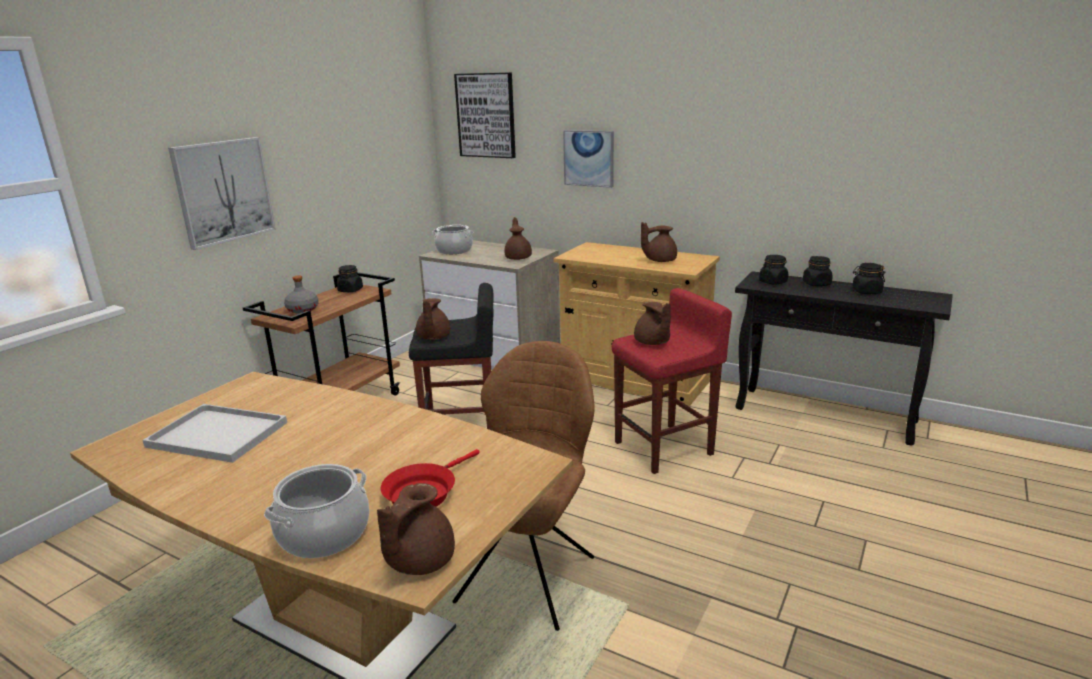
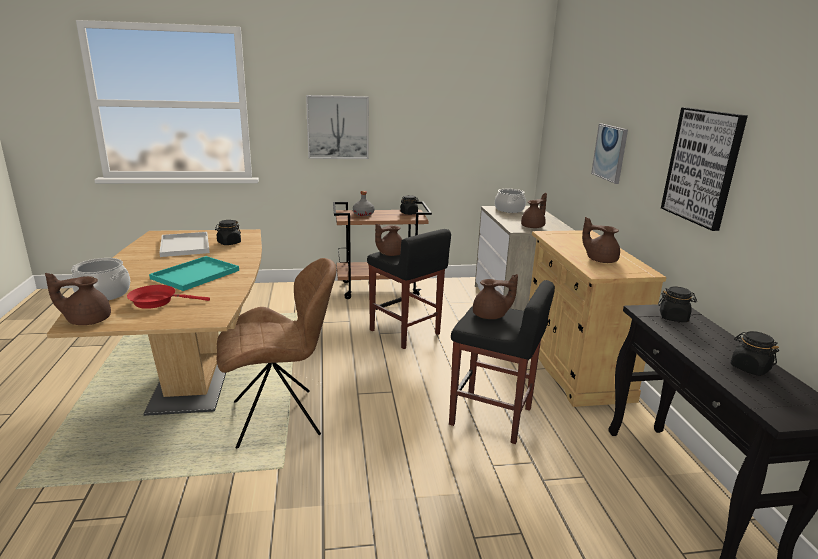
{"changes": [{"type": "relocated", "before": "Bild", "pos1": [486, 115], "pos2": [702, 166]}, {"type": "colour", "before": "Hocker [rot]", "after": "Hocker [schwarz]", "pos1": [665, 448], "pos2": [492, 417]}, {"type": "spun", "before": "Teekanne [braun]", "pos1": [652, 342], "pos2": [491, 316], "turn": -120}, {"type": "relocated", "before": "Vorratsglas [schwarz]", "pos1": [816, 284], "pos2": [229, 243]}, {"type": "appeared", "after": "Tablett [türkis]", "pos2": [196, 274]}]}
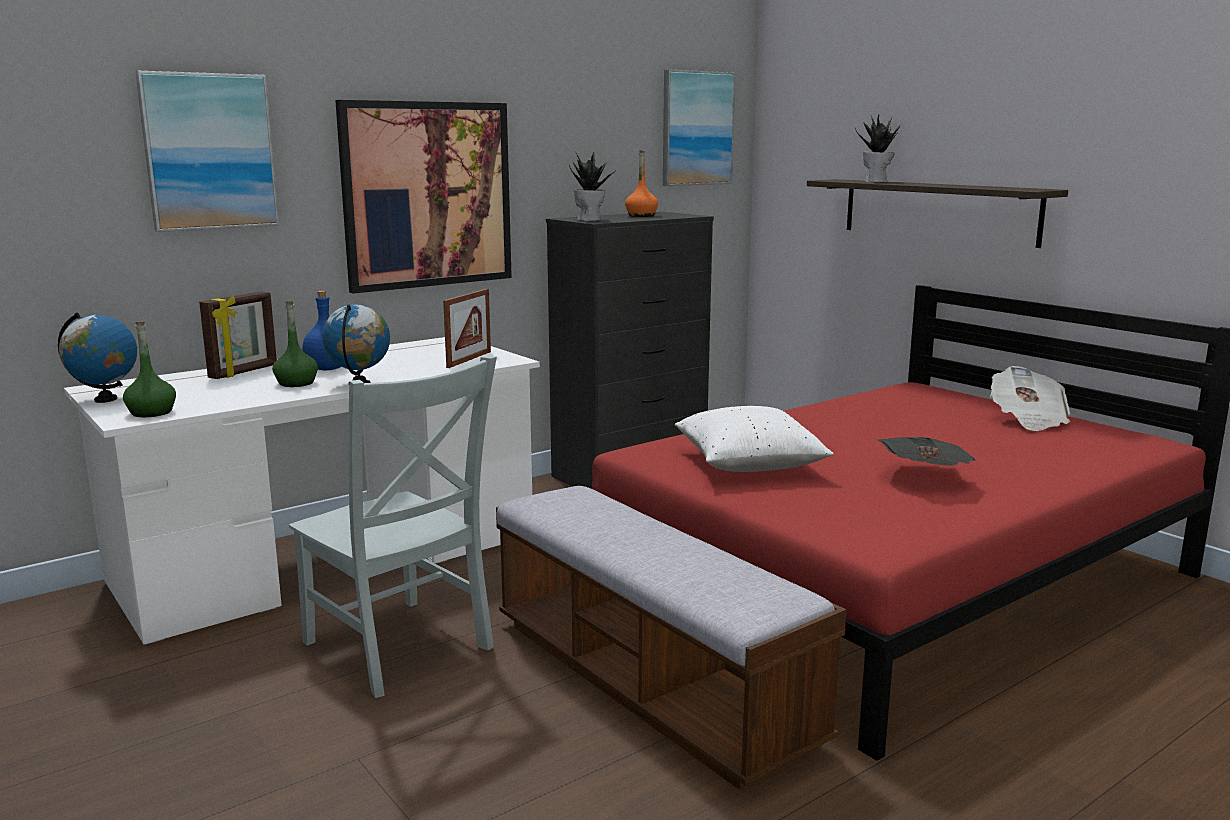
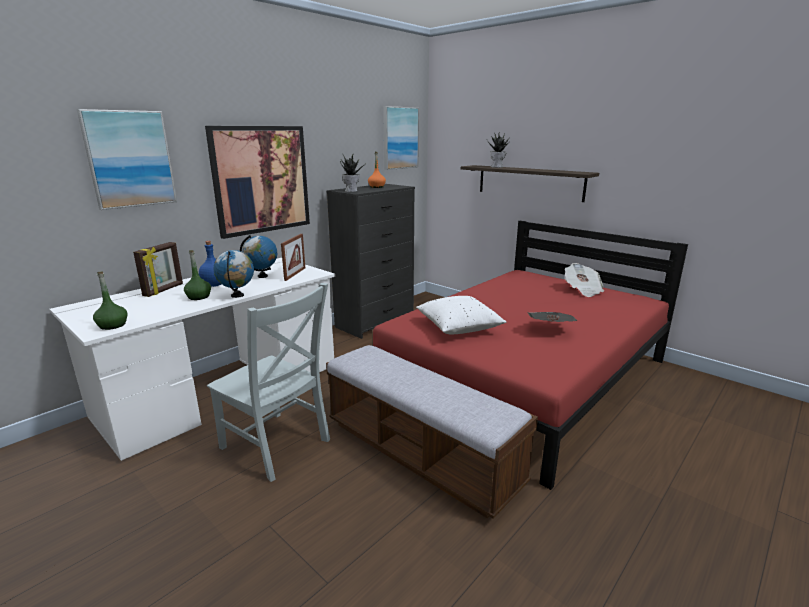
{"changes": [{"type": "relocated", "before": "Globus", "pos1": [105, 399], "pos2": [262, 276]}]}
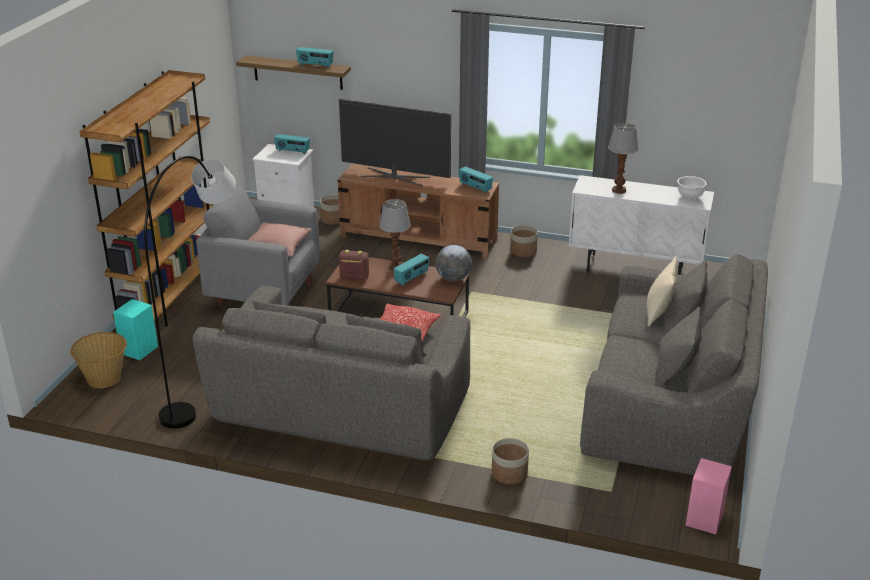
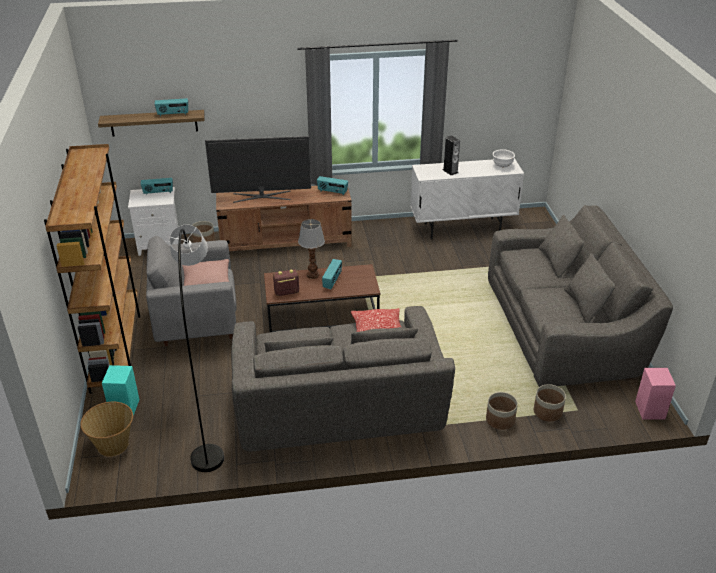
{"changes": [{"type": "missing", "before": "Globus", "pos1": [453, 278]}, {"type": "relocated", "before": "Pflanzkübel", "pos1": [523, 251], "pos2": [547, 412]}, {"type": "exchanged", "before": "Tischlampe", "after": "Lautsprecher", "pos1": [619, 190], "pos2": [450, 171]}, {"type": "missing", "before": "Kissen [beige]", "pos1": [658, 313]}]}
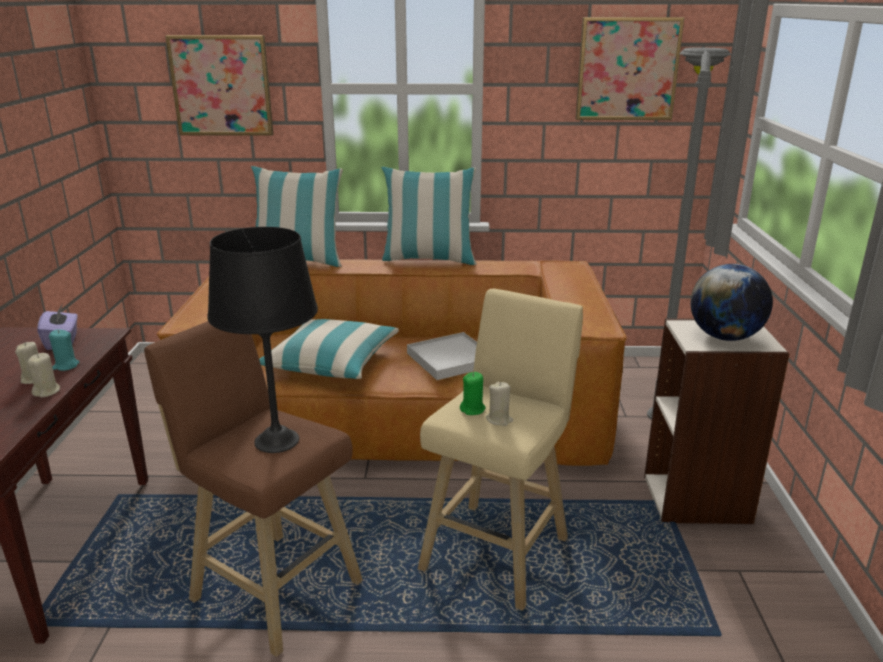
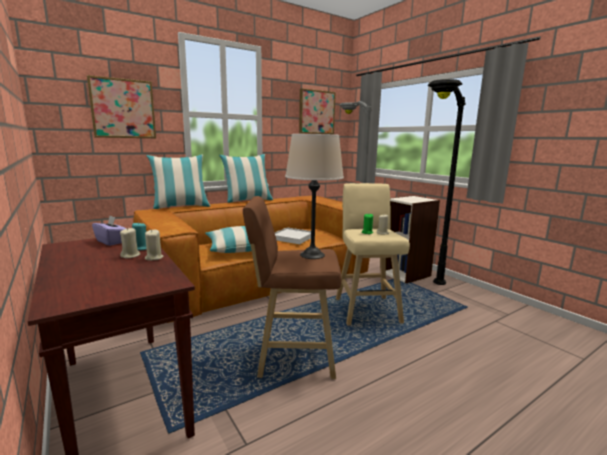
{"changes": [{"type": "colour", "before": "Tischlampe [schwarz]", "after": "Tischlampe [beige]", "pos1": [277, 440], "pos2": [312, 255]}, {"type": "missing", "before": "Globus", "pos1": [724, 337]}, {"type": "appeared", "after": "Stehlampe [schwarz]", "pos2": [426, 295]}]}
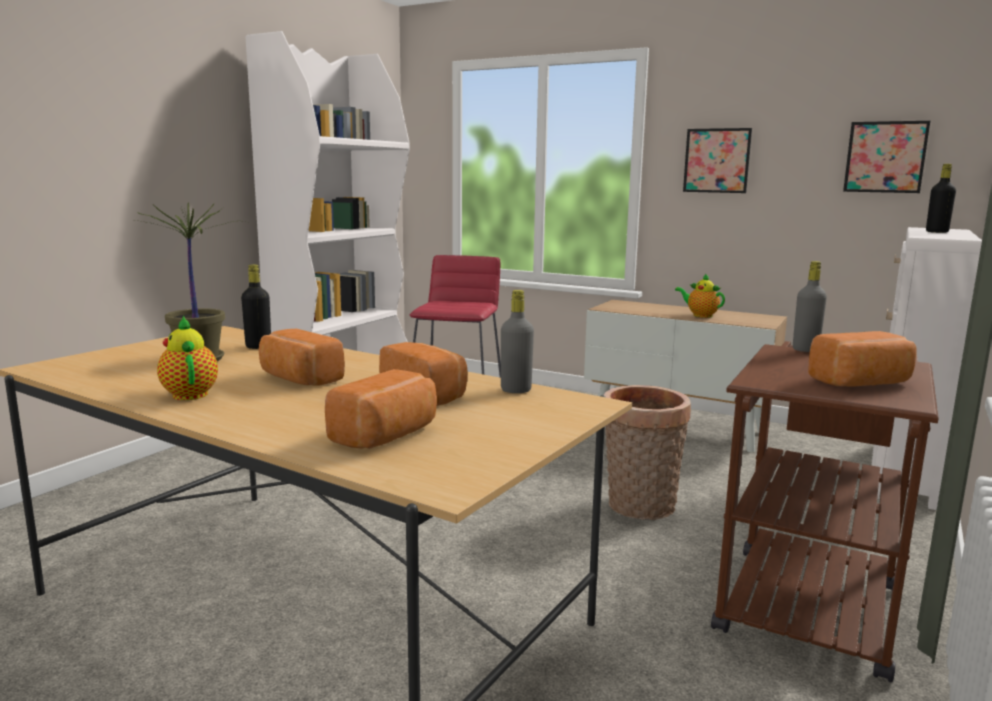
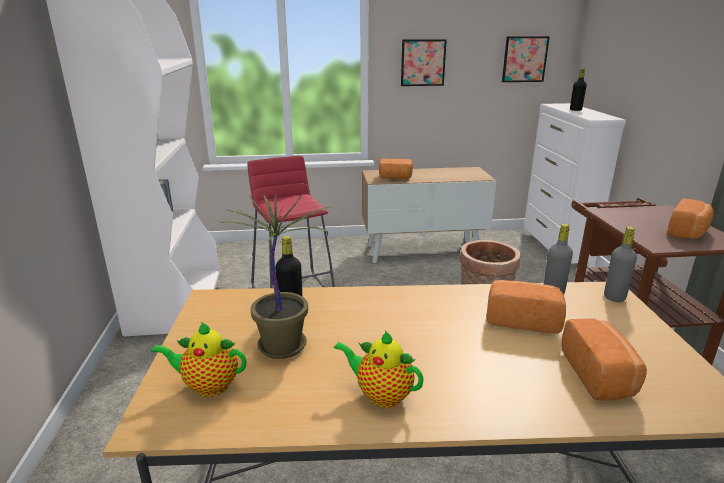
{"changes": [{"type": "relocated", "before": "Brot", "pos1": [299, 379], "pos2": [395, 178]}, {"type": "relocated", "before": "Teekanne", "pos1": [700, 315], "pos2": [208, 386]}, {"type": "relocated", "before": "Flasche [grau]", "pos1": [805, 349], "pos2": [614, 297]}]}
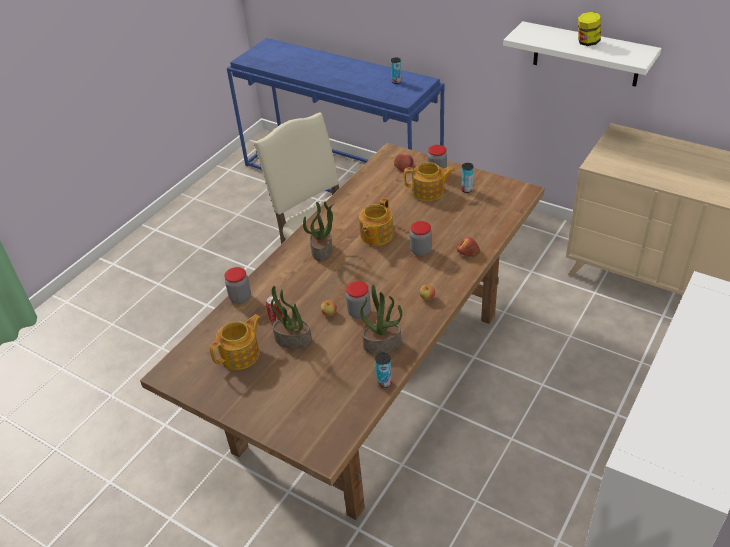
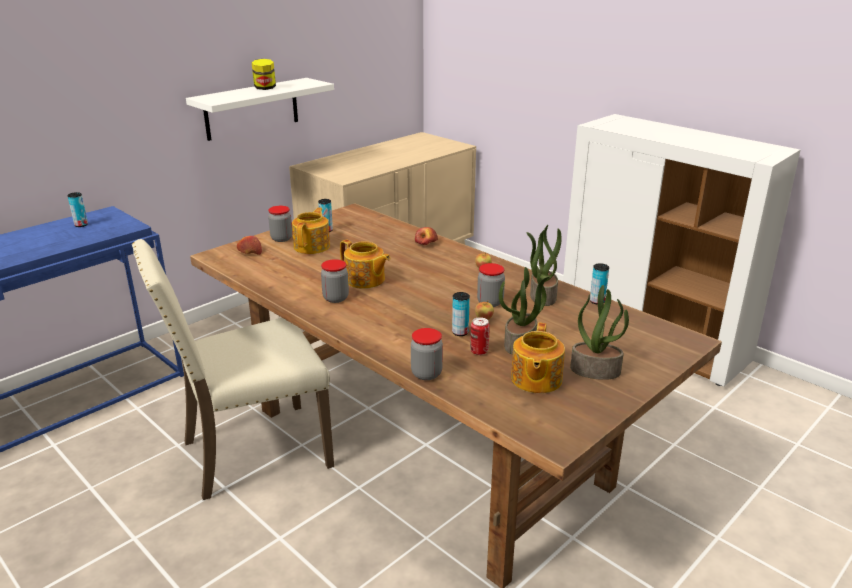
{"changes": [{"type": "spun", "before": "Teekanne", "pos1": [241, 355], "pos2": [535, 379], "turn": -135}, {"type": "relocated", "before": "Topfpflanze", "pos1": [322, 251], "pos2": [596, 370]}, {"type": "relocated", "before": "Vorratsglas", "pos1": [421, 251], "pos2": [335, 298]}, {"type": "appeared", "after": "Dose", "pos2": [460, 332]}]}
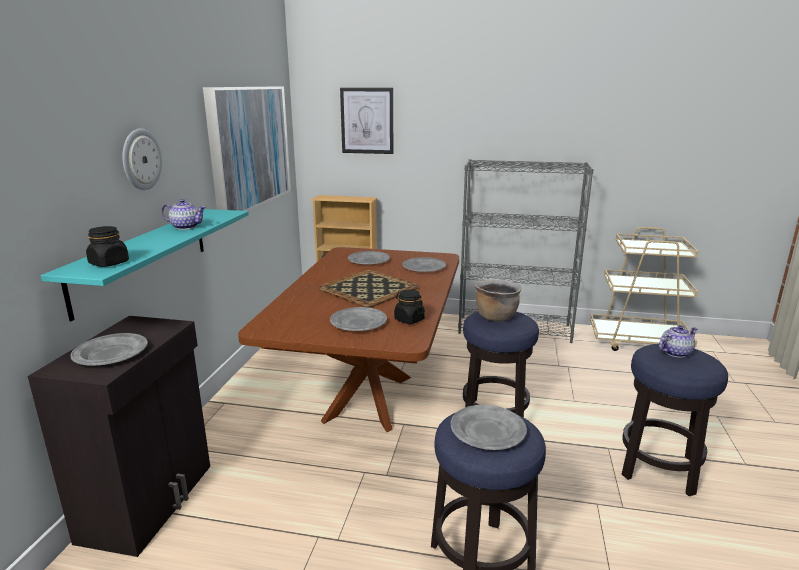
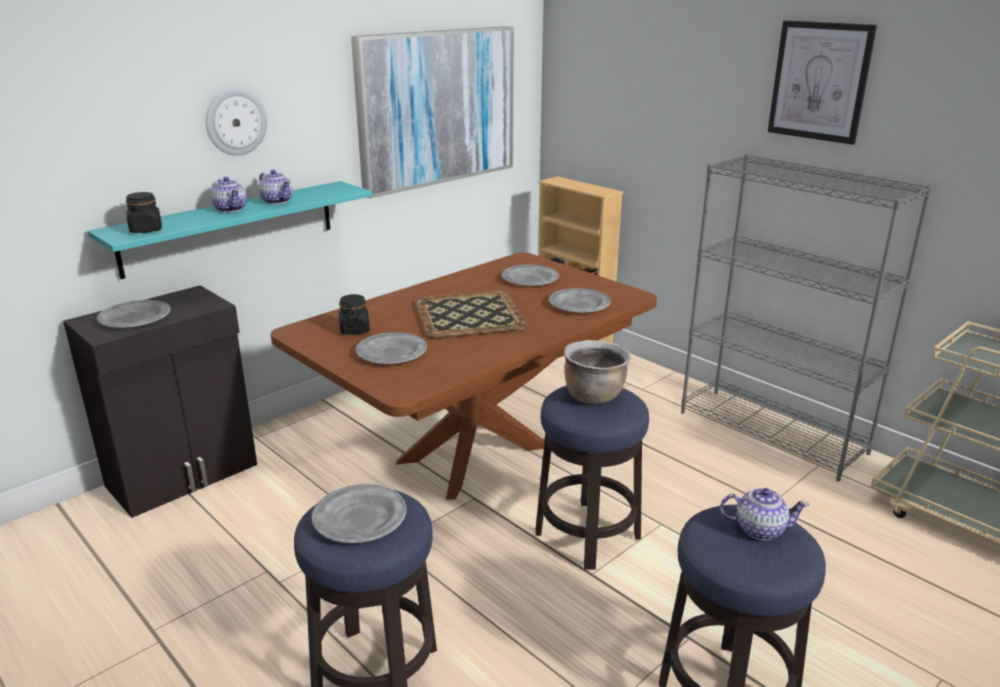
{"changes": [{"type": "relocated", "before": "Bild", "pos1": [367, 121], "pos2": [819, 81]}, {"type": "relocated", "before": "Vorratsglas [schwarz]", "pos1": [409, 319], "pos2": [354, 330]}, {"type": "appeared", "after": "Teekanne", "pos2": [231, 209]}]}
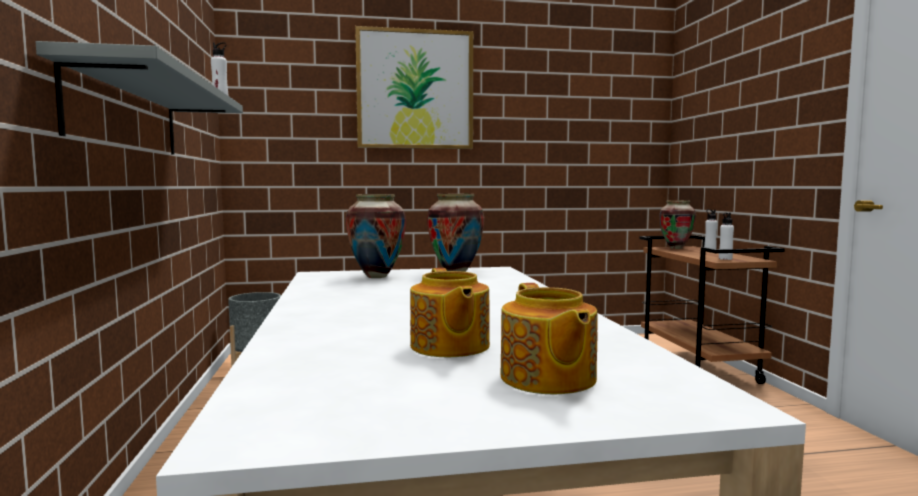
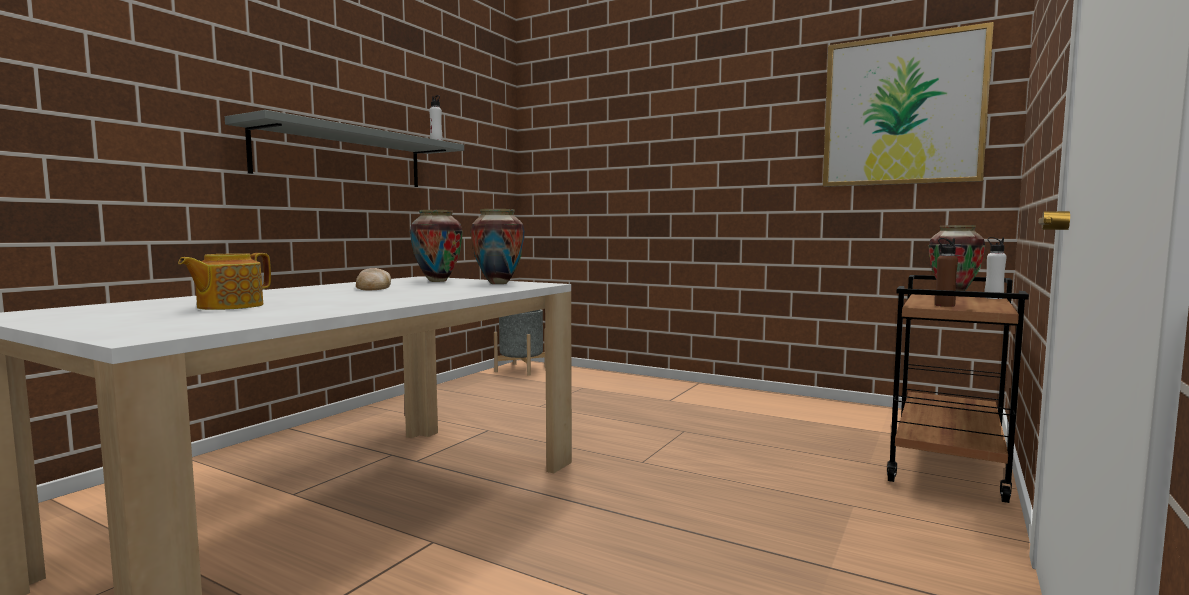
{"changes": [{"type": "relocated", "before": "Bild", "pos1": [415, 89], "pos2": [902, 111]}, {"type": "missing", "before": "Teekanne", "pos1": [547, 379]}, {"type": "colour", "before": "Flasche [weiß]", "after": "Flasche [braun]", "pos1": [725, 259], "pos2": [944, 305]}, {"type": "appeared", "after": "Brot", "pos2": [374, 286]}]}
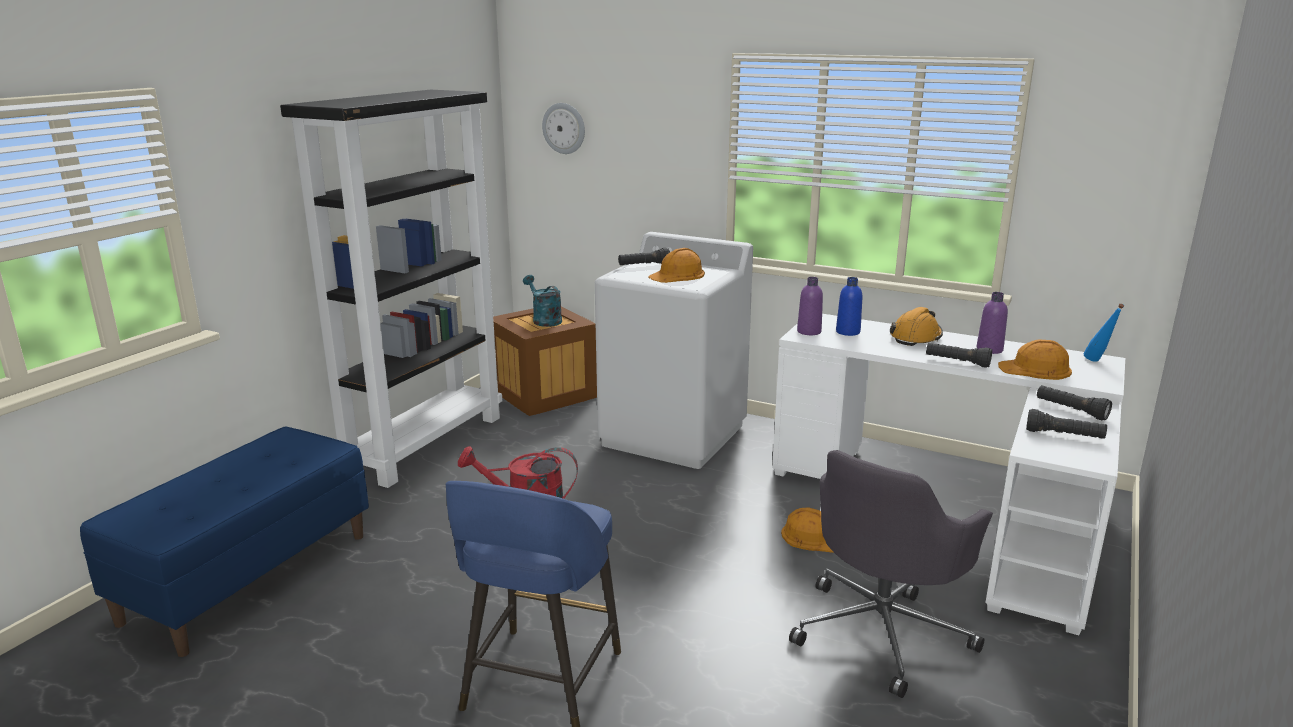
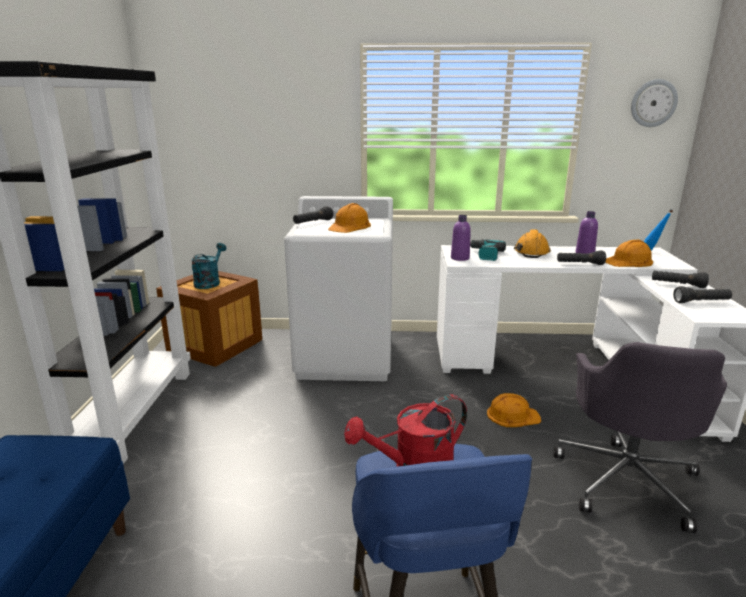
{"changes": [{"type": "spun", "before": "Gießkanne [türkis]", "pos1": [544, 320], "pos2": [209, 282], "turn": 75}, {"type": "relocated", "before": "Wanduhr", "pos1": [564, 128], "pos2": [653, 103]}, {"type": "exchanged", "before": "Flasche [blau]", "after": "Bohrmaschine", "pos1": [848, 332], "pos2": [485, 255]}]}
